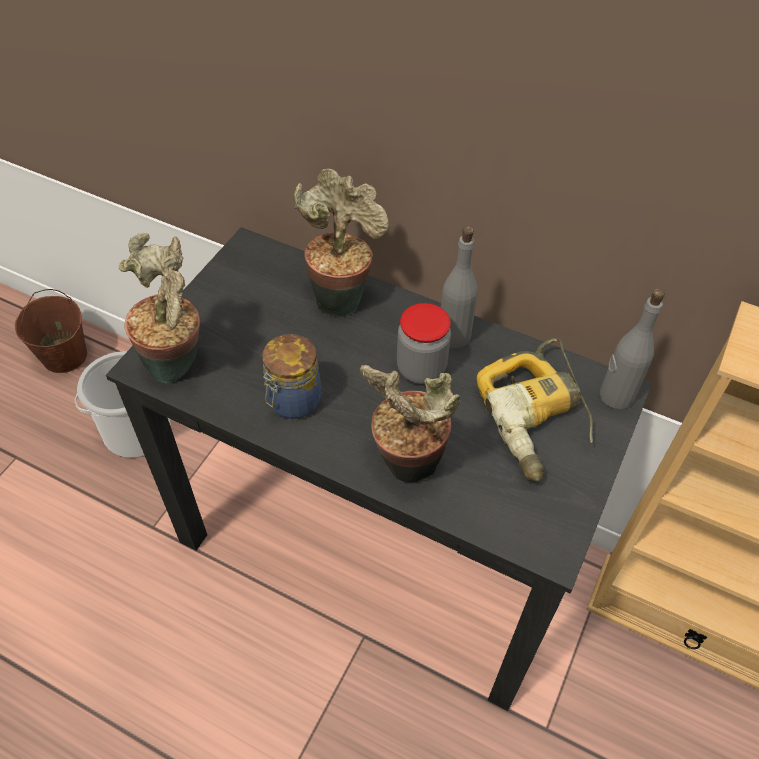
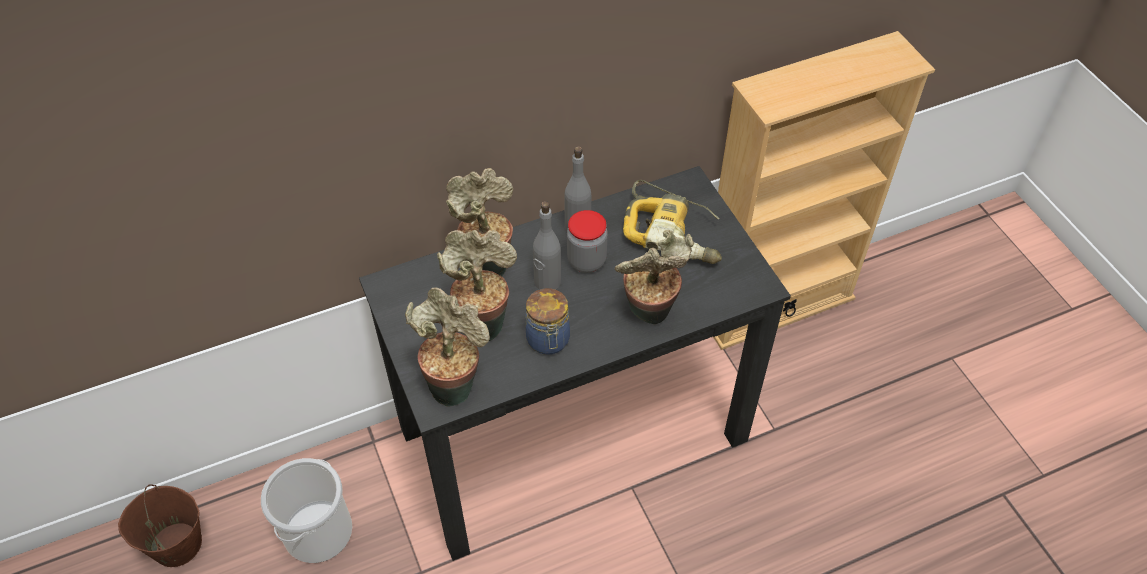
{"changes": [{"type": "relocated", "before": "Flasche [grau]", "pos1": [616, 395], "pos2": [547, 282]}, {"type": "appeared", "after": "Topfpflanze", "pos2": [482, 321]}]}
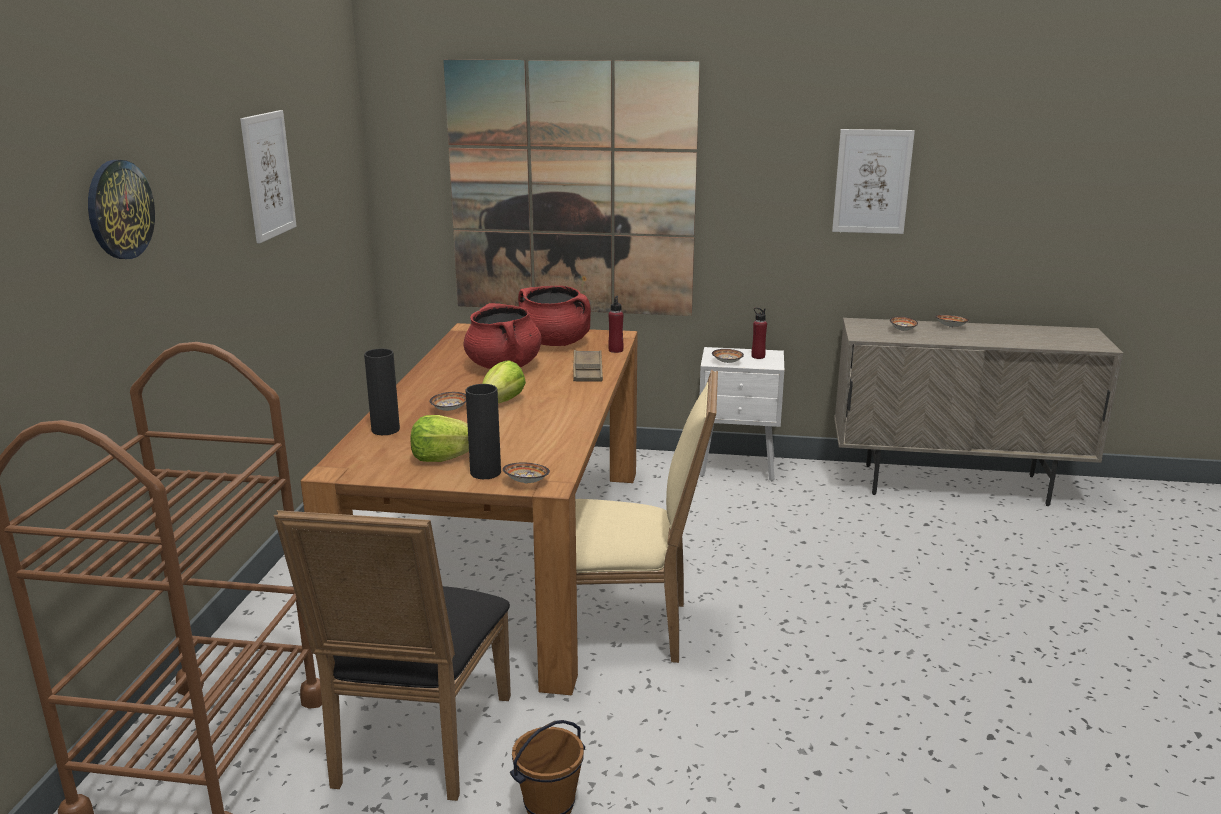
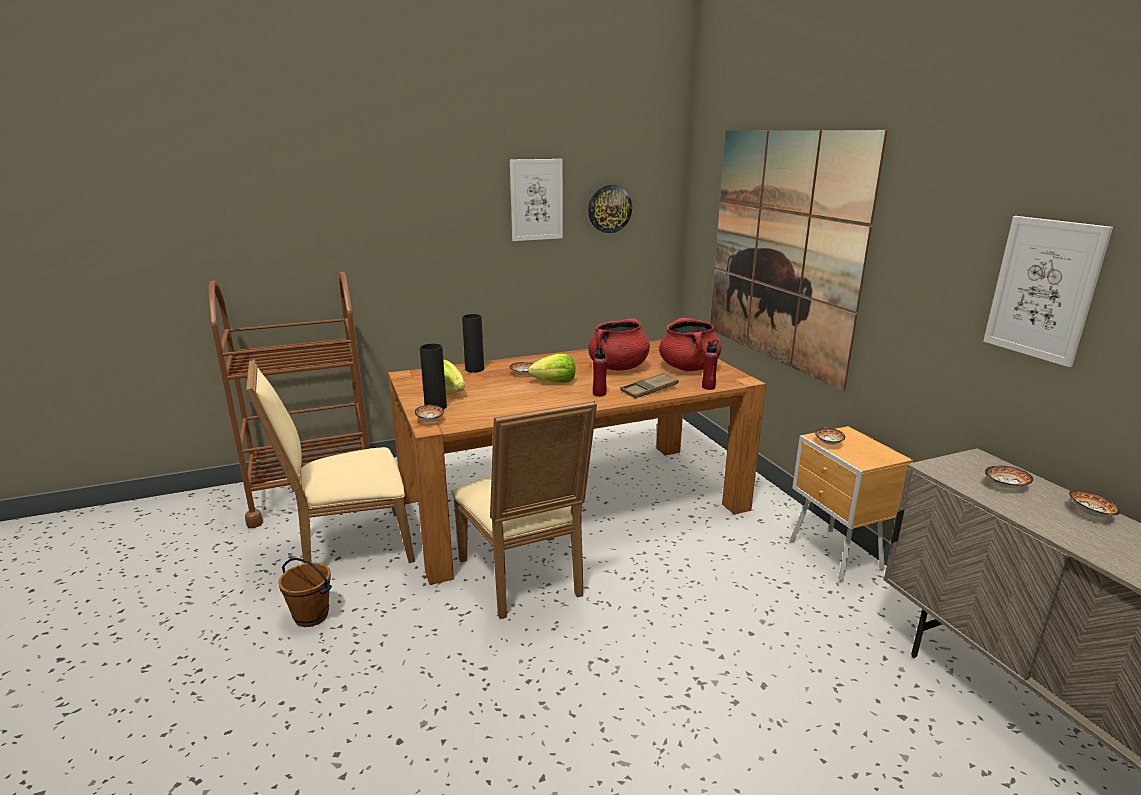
{"changes": [{"type": "relocated", "before": "Wanduhr", "pos1": [119, 209], "pos2": [609, 208]}, {"type": "colour", "before": "Stuhl [schwarz]", "after": "Stuhl [beige]", "pos1": [414, 746], "pos2": [348, 547]}, {"type": "colour", "before": "Nachttisch [weiß]", "after": "Nachttisch [braun]", "pos1": [739, 469], "pos2": [835, 556]}, {"type": "relocated", "before": "Flasche [rot]", "pos1": [758, 356], "pos2": [599, 394]}]}
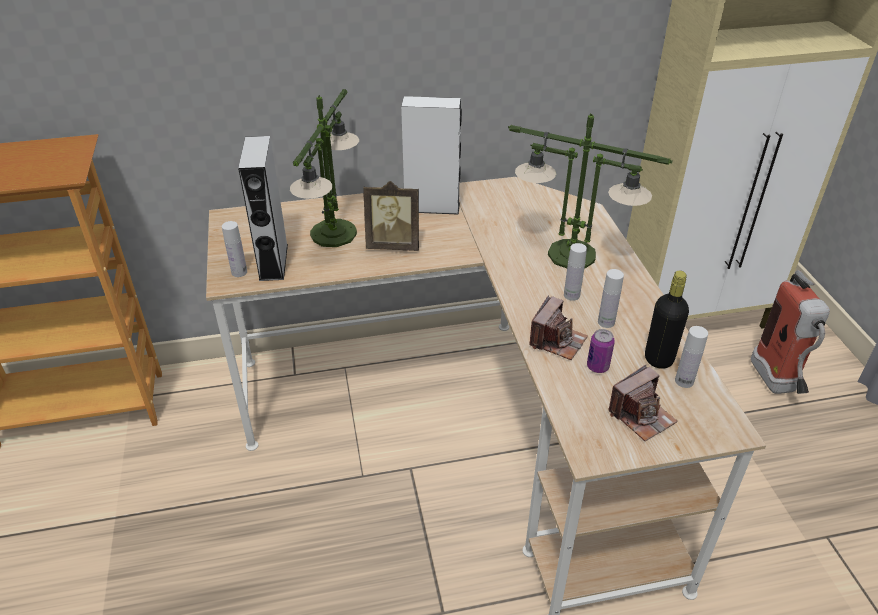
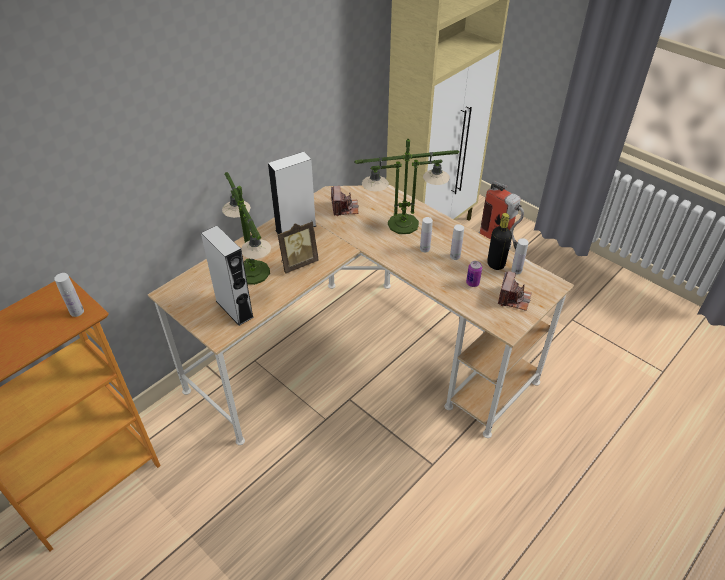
{"changes": [{"type": "relocated", "before": "Flasche [weiß]", "pos1": [239, 272], "pos2": [77, 312]}, {"type": "relocated", "before": "Kamera", "pos1": [557, 341], "pos2": [344, 208]}]}
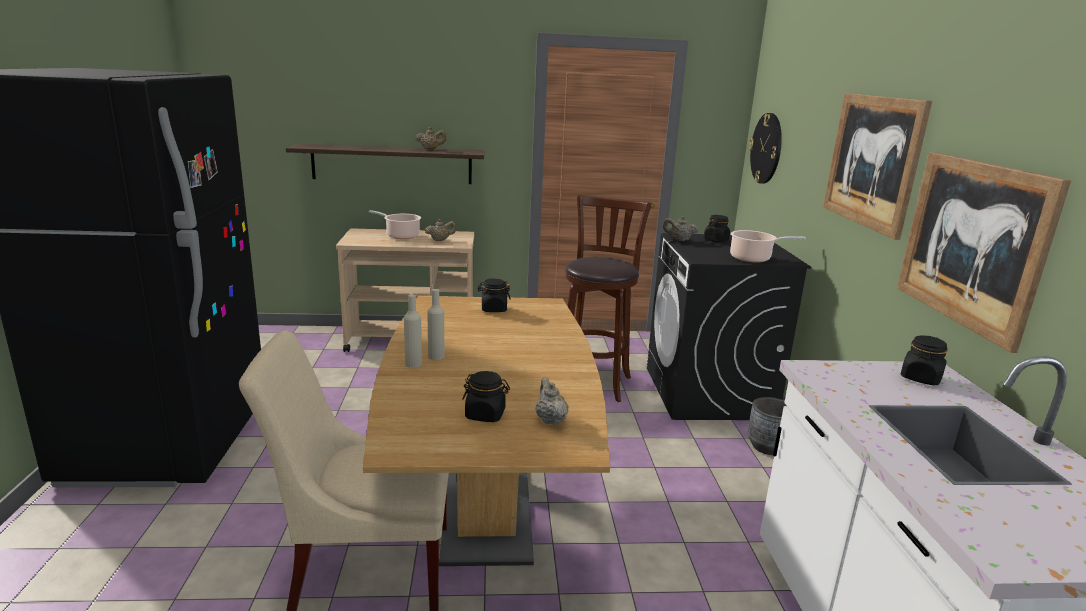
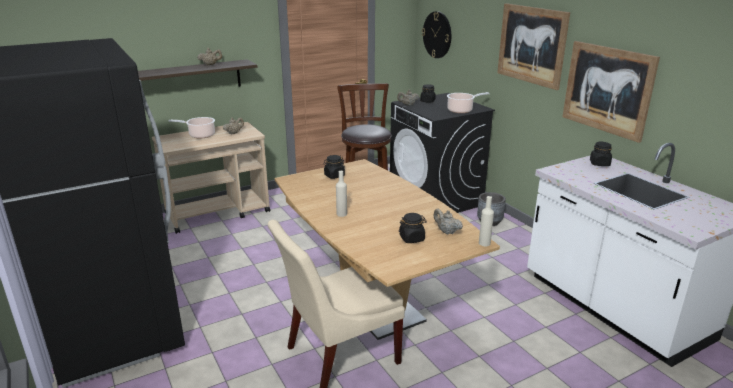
{"changes": [{"type": "relocated", "before": "Flasche [beige]", "pos1": [413, 364], "pos2": [484, 243]}]}
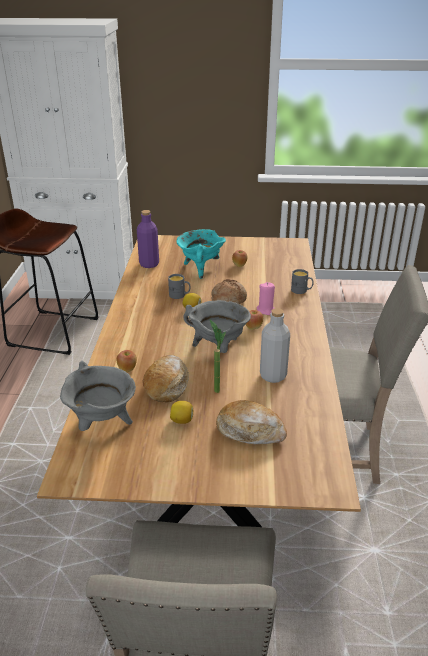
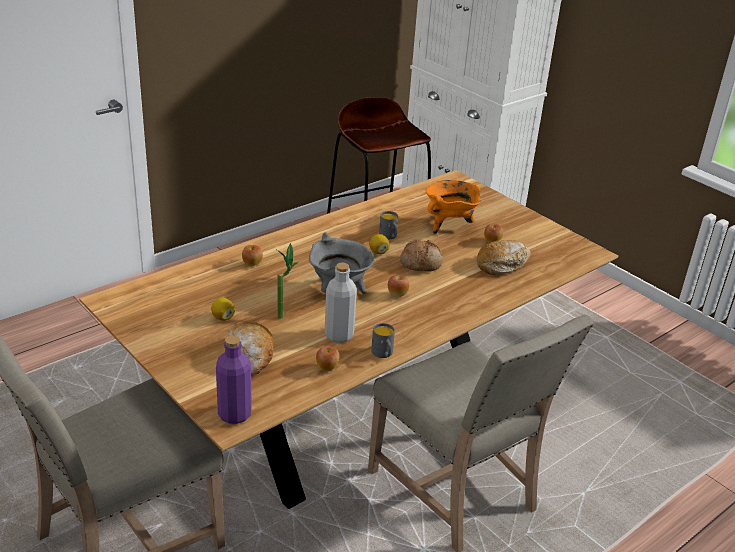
{"changes": [{"type": "missing", "before": "Kochtopf [grau]", "pos1": [102, 423]}, {"type": "relocated", "before": "Flasche [lila]", "pos1": [149, 264], "pos2": [234, 414]}, {"type": "relocated", "before": "Brot", "pos1": [167, 384], "pos2": [502, 264]}, {"type": "colour", "before": "Kochtopf [türkis]", "after": "Kochtopf [orange]", "pos1": [200, 269], "pos2": [449, 226]}, {"type": "missing", "before": "Kerze [rosa]", "pos1": [266, 310]}, {"type": "relocated", "before": "Henkelbecher [grau]", "pos1": [301, 291], "pos2": [383, 354]}, {"type": "appeared", "after": "Apfel", "pos2": [327, 368]}]}
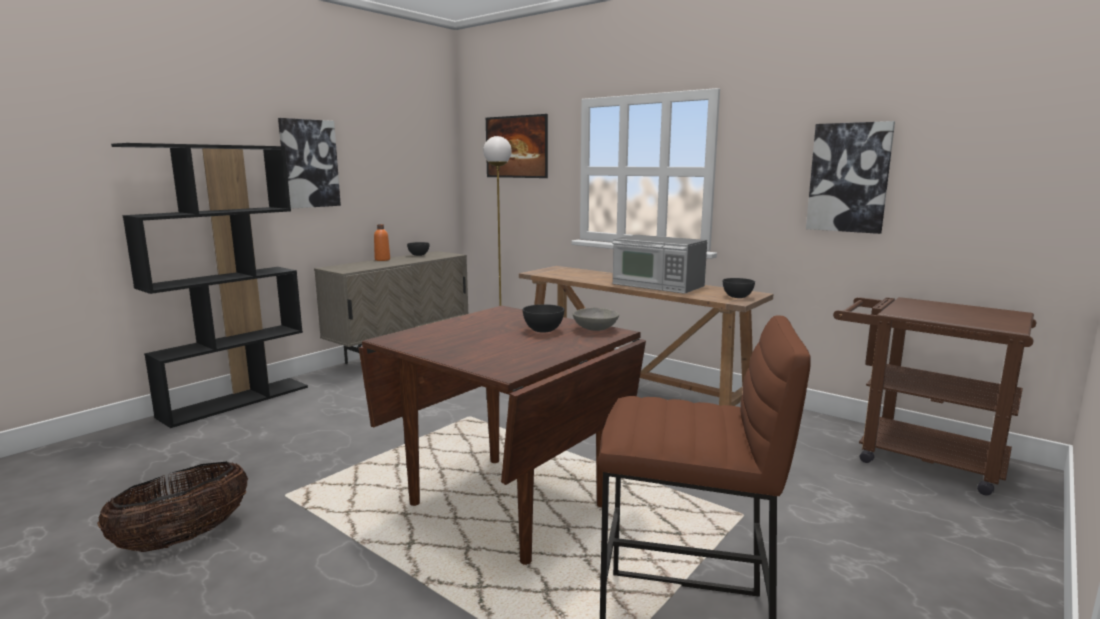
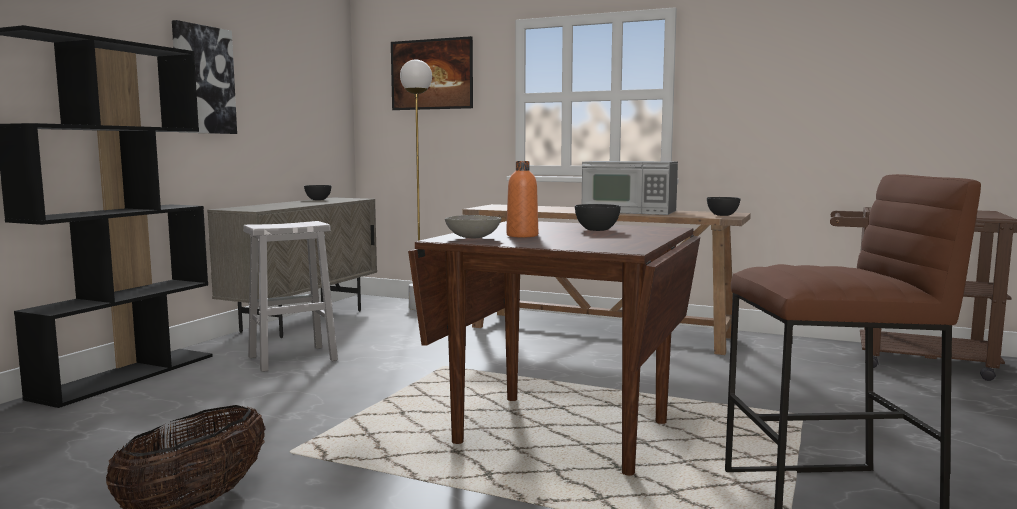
{"changes": [{"type": "relocated", "before": "Flasche [orange]", "pos1": [382, 260], "pos2": [522, 235]}, {"type": "relocated", "before": "Schüssel [grau]", "pos1": [595, 329], "pos2": [472, 238]}, {"type": "missing", "before": "Bild", "pos1": [849, 177]}, {"type": "appeared", "after": "Hocker [weiß]", "pos2": [291, 359]}]}
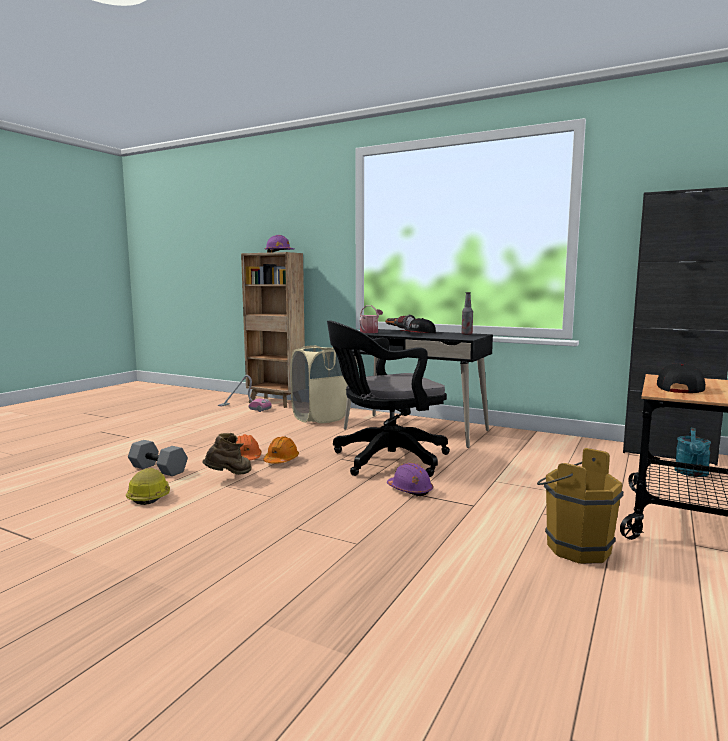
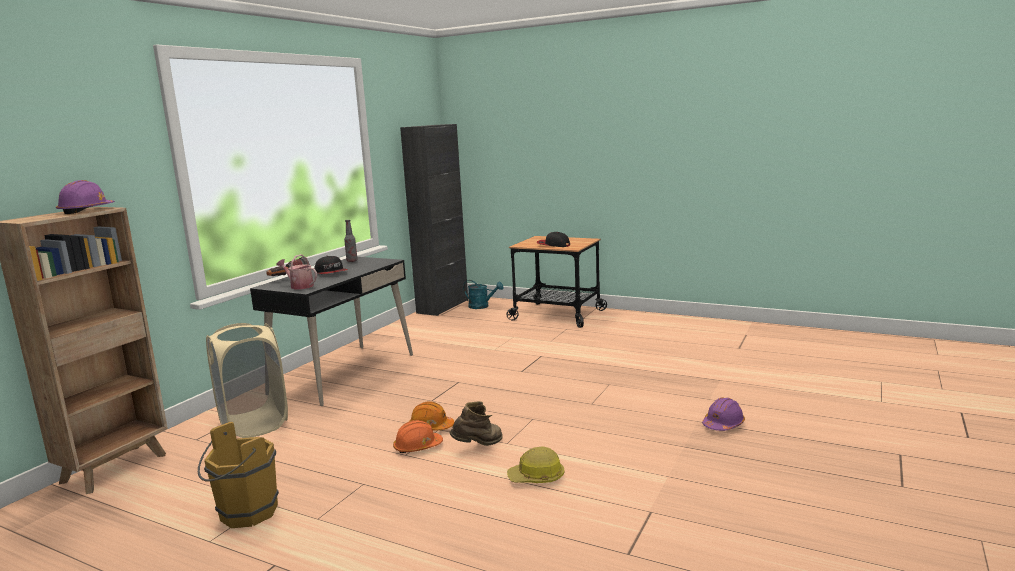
{"changes": [{"type": "missing", "before": "Hantel [grau]", "pos1": [159, 469]}, {"type": "spun", "before": "Stiefel [braun]", "pos1": [229, 476], "pos2": [478, 446], "turn": 105}, {"type": "missing", "before": "Staubsauger", "pos1": [244, 407]}, {"type": "missing", "before": "Bürostuhl [schwarz]", "pos1": [385, 460]}, {"type": "relocated", "before": "Schutzhelm [lila]", "pos1": [410, 490], "pos2": [723, 424]}, {"type": "relocated", "before": "Eimer [braun]", "pos1": [573, 547], "pos2": [244, 515]}]}
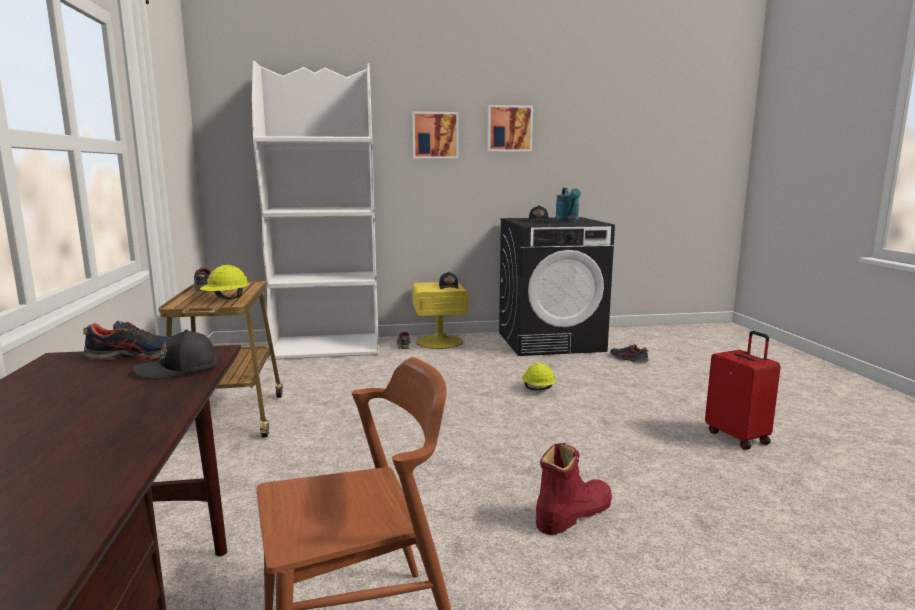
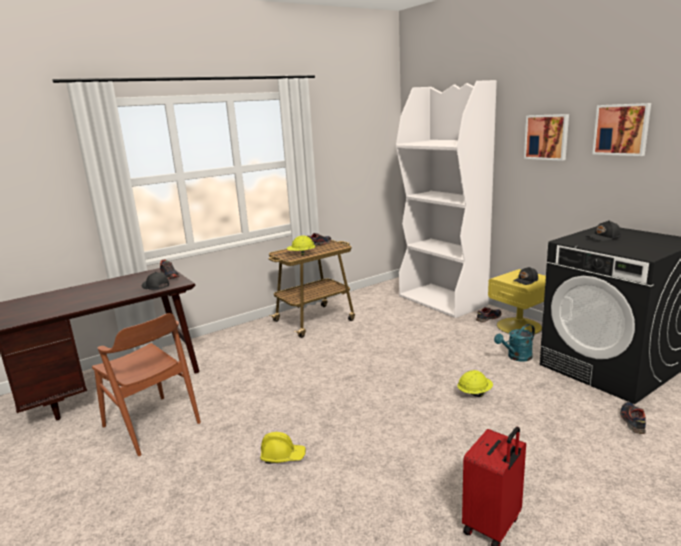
{"changes": [{"type": "exchanged", "before": "Stiefel [rot]", "after": "Schutzhelm [gelb]", "pos1": [573, 513], "pos2": [283, 456]}, {"type": "relocated", "before": "Gießkanne [türkis]", "pos1": [568, 221], "pos2": [516, 357]}]}
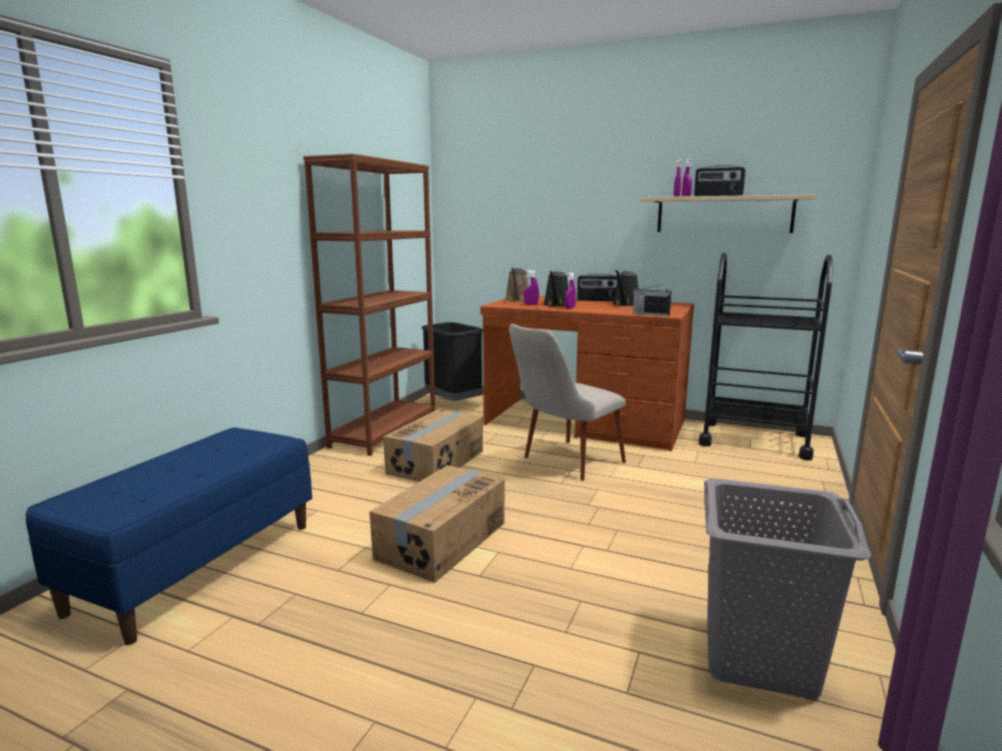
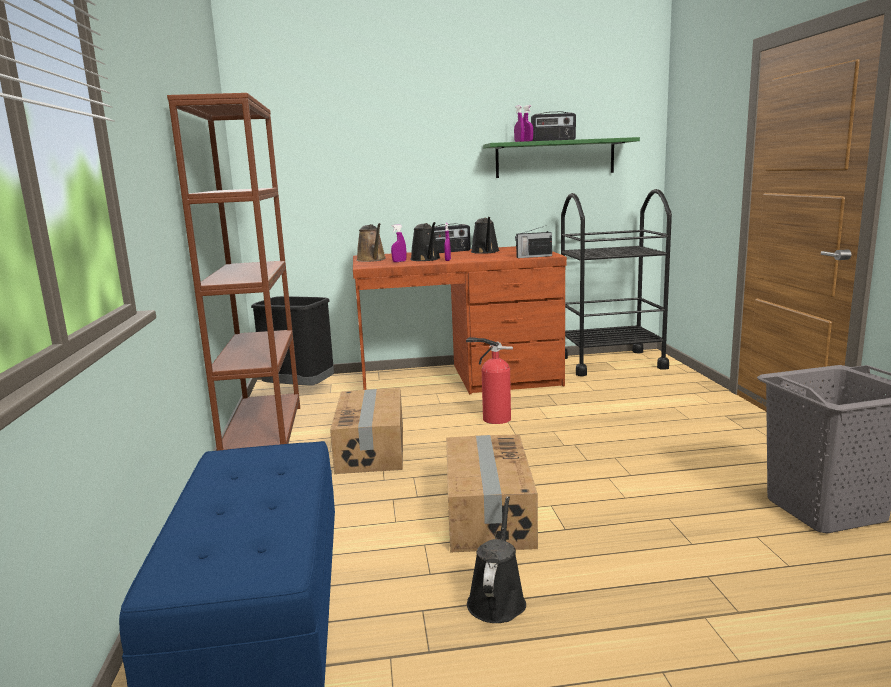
{"changes": [{"type": "exchanged", "before": "Stuhl [beige]", "after": "Feuerlöscher", "pos1": [563, 464], "pos2": [493, 418]}, {"type": "colour", "before": "Wandregal [beige]", "after": "Wandregal [grün]", "pos1": [724, 214], "pos2": [555, 158]}, {"type": "appeared", "after": "Gießkanne [schwarz]", "pos2": [497, 600]}]}
